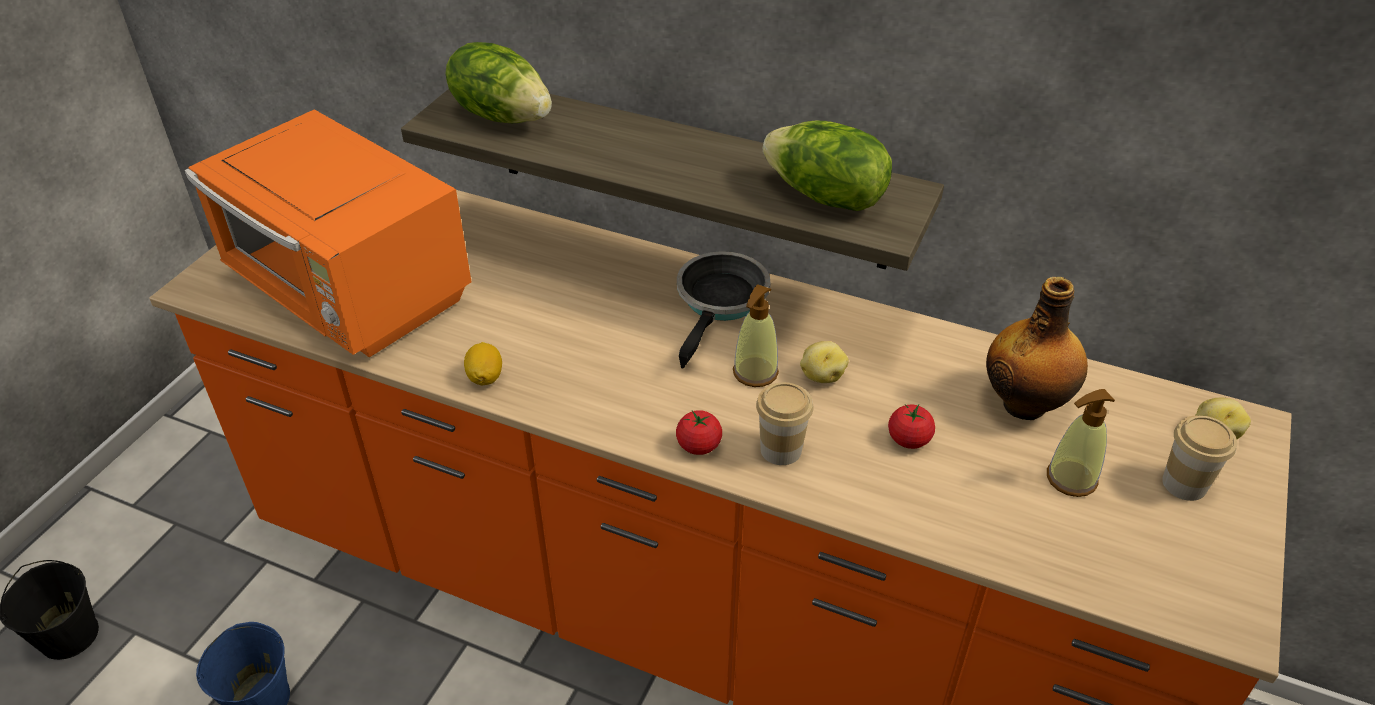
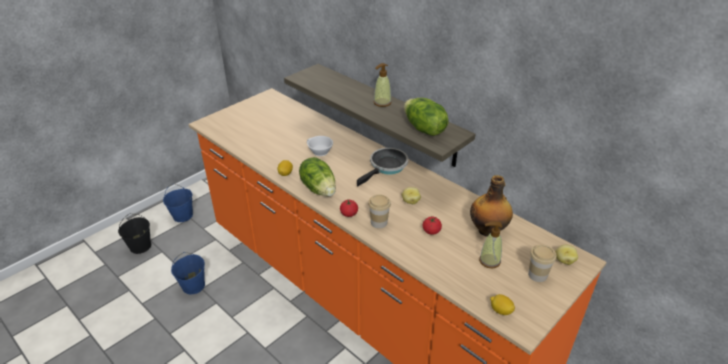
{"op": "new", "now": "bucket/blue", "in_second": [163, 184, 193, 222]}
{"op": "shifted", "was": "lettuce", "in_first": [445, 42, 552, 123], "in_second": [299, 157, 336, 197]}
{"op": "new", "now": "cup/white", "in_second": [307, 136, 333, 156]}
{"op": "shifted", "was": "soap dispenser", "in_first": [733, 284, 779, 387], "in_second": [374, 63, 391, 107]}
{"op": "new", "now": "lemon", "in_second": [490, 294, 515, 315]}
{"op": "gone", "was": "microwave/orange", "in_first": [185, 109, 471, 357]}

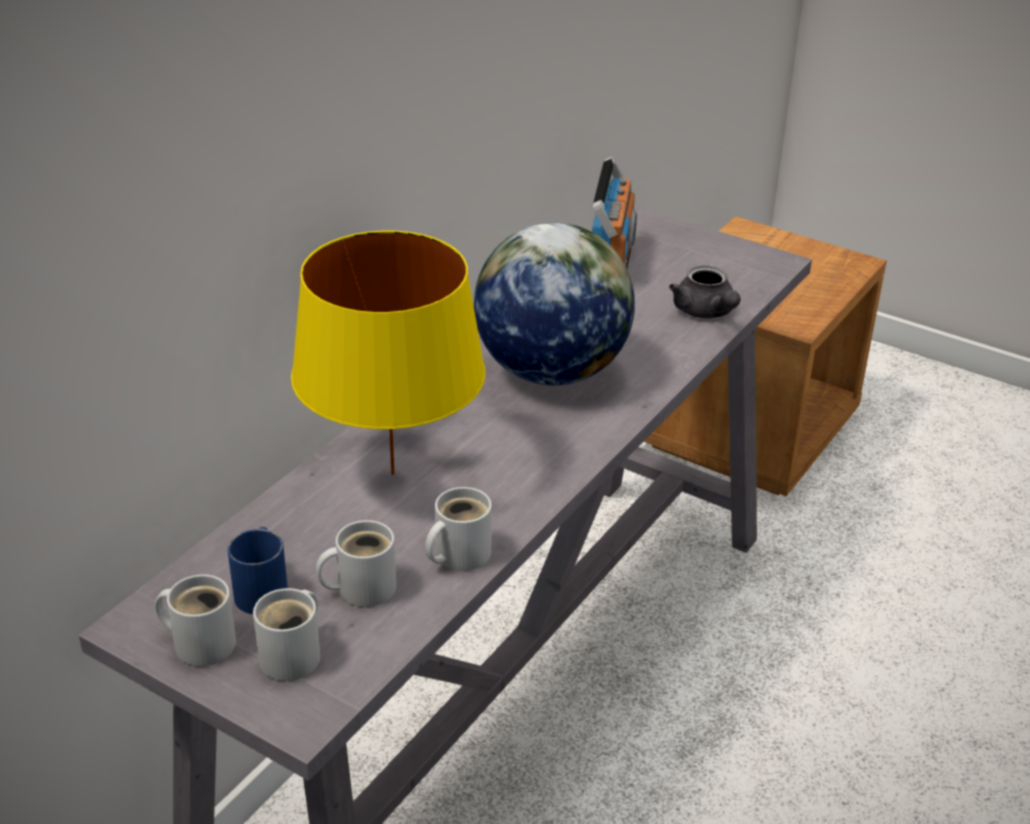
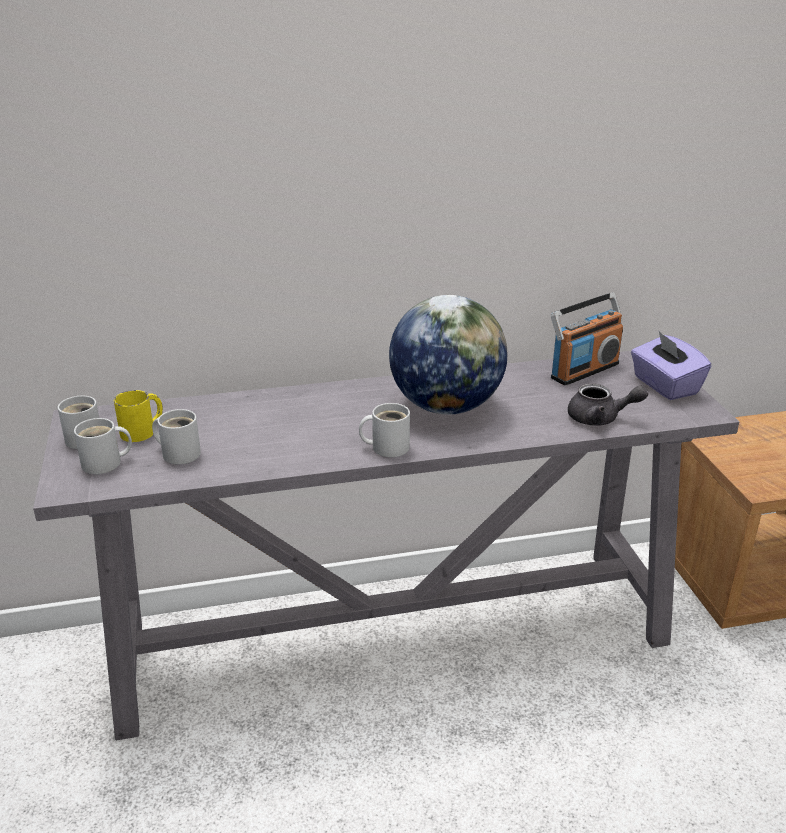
{"op": "repainted", "was": "mug/blue", "now": "mug/yellow", "in_first": [228, 527, 288, 614], "in_second": [114, 390, 163, 442]}
{"op": "shifted", "was": "mug/white", "in_first": [425, 487, 492, 571], "in_second": [359, 403, 410, 457]}
{"op": "rotated", "was": "teapot/grey", "in_first": [669, 265, 741, 318], "in_second": [568, 384, 648, 426], "clockwise": -105}
{"op": "new", "now": "tissue box/purple", "in_second": [631, 331, 711, 400]}
{"op": "gone", "was": "table lamp/yellow", "in_first": [291, 231, 485, 475]}

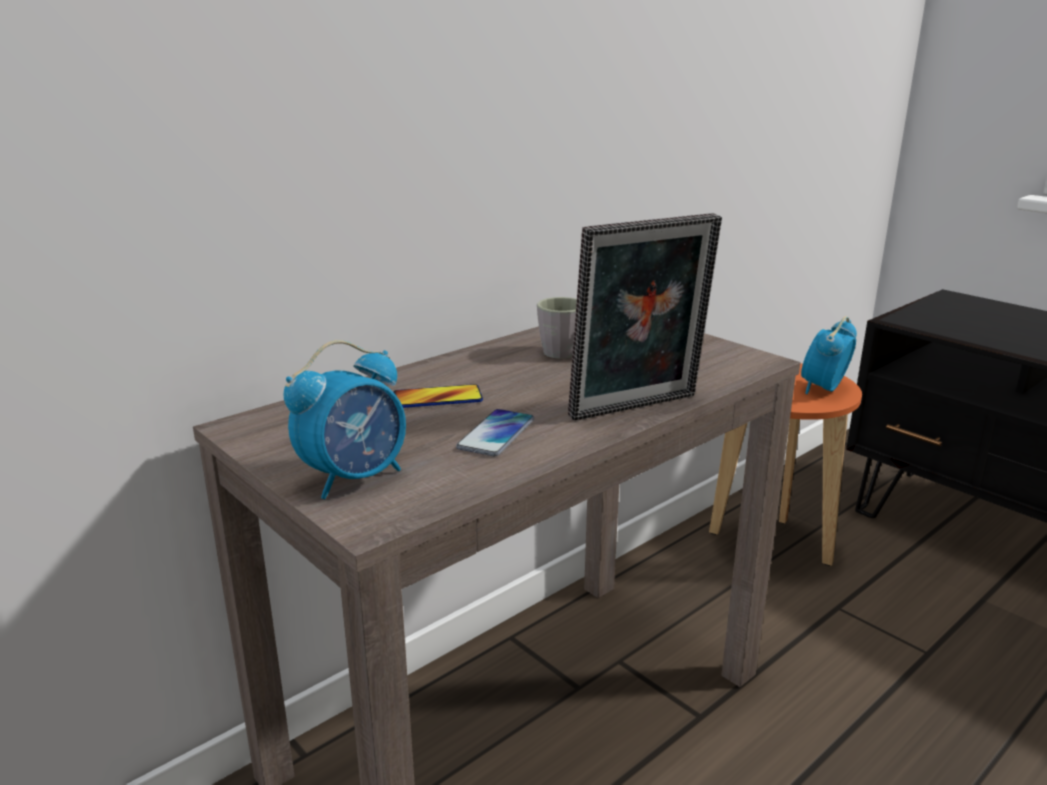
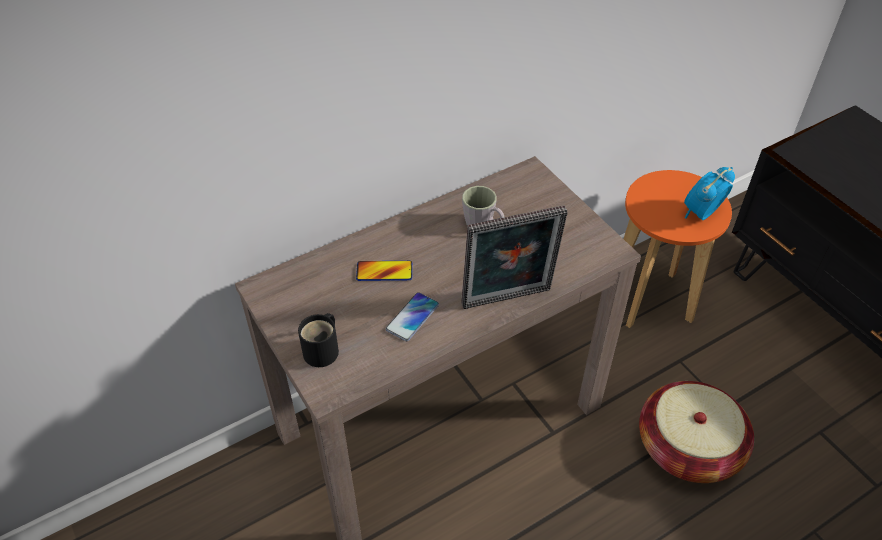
{"op": "swapped", "was": "alarm clock", "now": "mug/black", "in_first": [283, 340, 406, 499], "in_second": [298, 313, 339, 367]}
{"op": "new", "now": "basket", "in_second": [639, 381, 754, 483]}

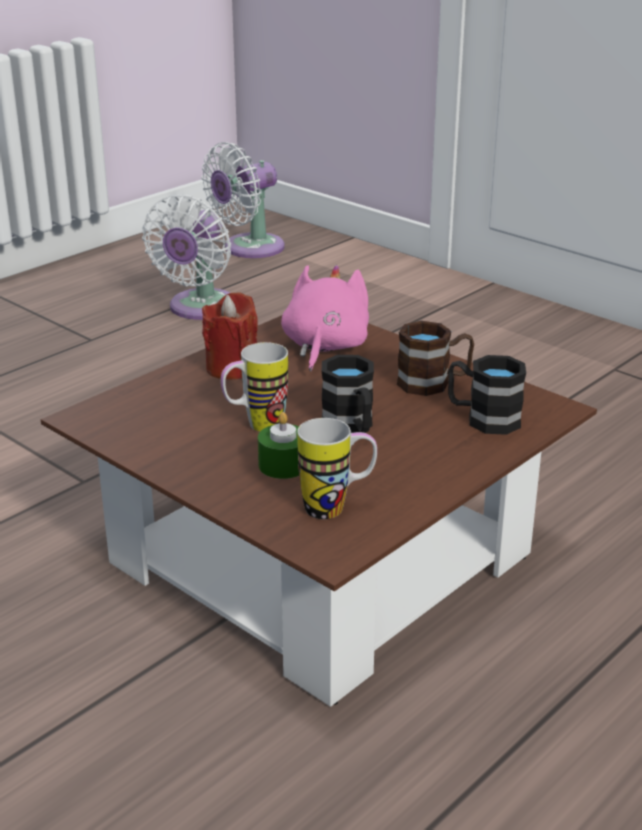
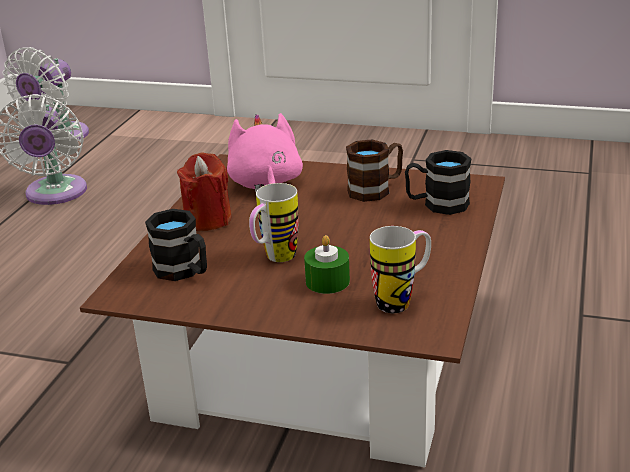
{"op": "shifted", "was": "mug/black", "in_first": [322, 355, 374, 433], "in_second": [145, 209, 207, 281]}

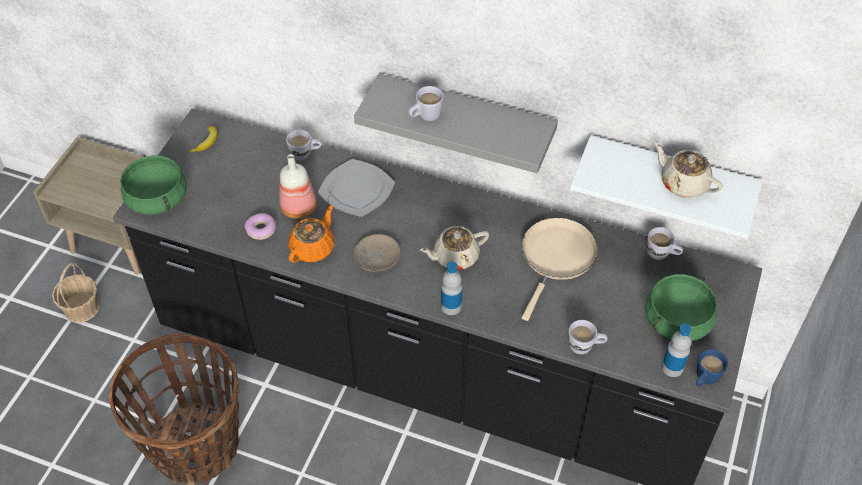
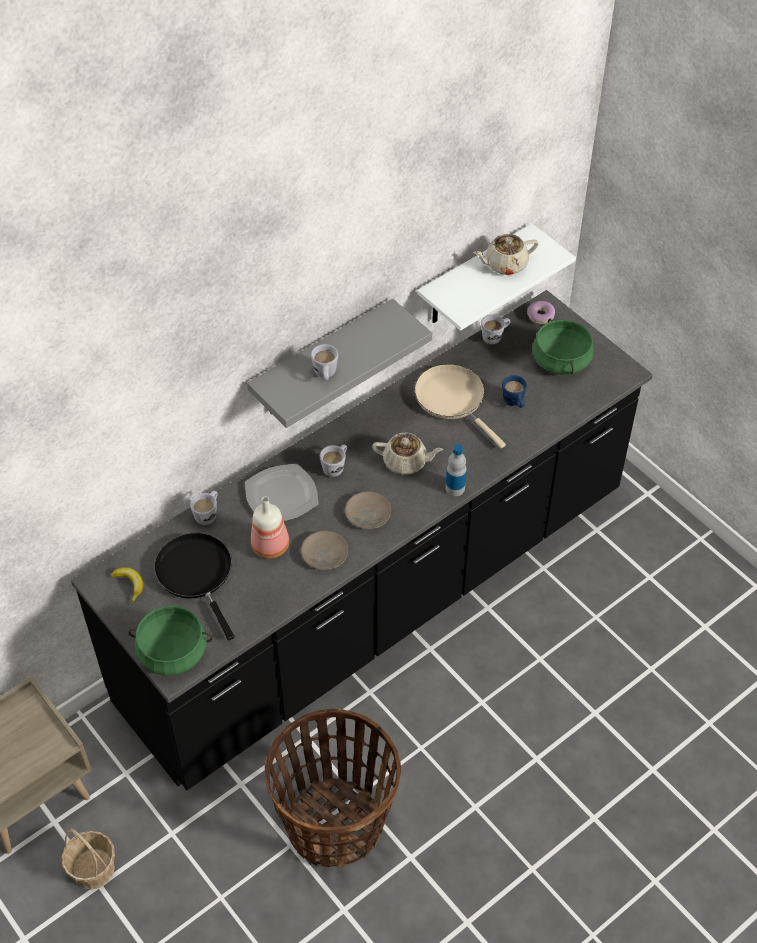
{"op": "new", "now": "frying pan/black", "in_second": [154, 533, 234, 640]}
{"op": "swapped", "was": "teapot/orange", "now": "plate/beige", "in_first": [289, 205, 334, 262], "in_second": [301, 531, 348, 570]}
{"op": "shifted", "was": "mug/white", "in_first": [568, 320, 608, 354], "in_second": [320, 444, 347, 477]}
{"op": "rotated", "was": "teapot/beige", "in_first": [420, 226, 489, 270], "in_second": [372, 433, 443, 475], "clockwise": -90}
{"op": "shifted", "was": "mug/blue", "in_first": [696, 349, 728, 386], "in_second": [502, 375, 527, 408]}
{"op": "shifted", "was": "donut", "in_first": [244, 213, 276, 240], "in_second": [527, 301, 555, 324]}
{"op": "gone", "was": "bottle", "in_first": [662, 324, 692, 377]}

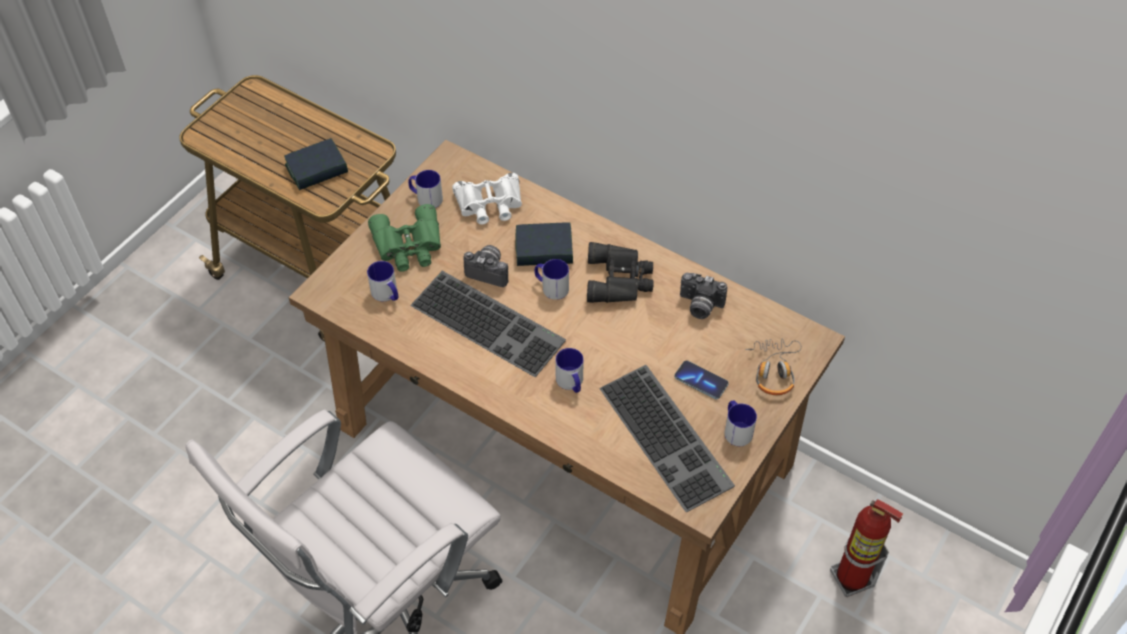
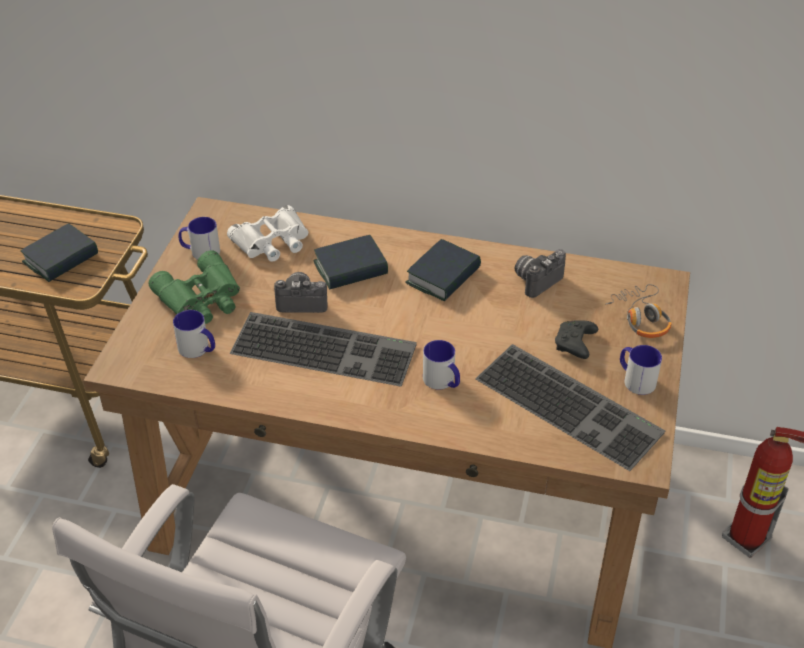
{"op": "swapped", "was": "binoculars/black", "now": "book", "in_first": [587, 242, 654, 303], "in_second": [405, 239, 481, 302]}
{"op": "rotated", "was": "photo camera", "in_first": [680, 273, 727, 319], "in_second": [514, 249, 566, 298], "clockwise": 135}
{"op": "swapped", "was": "phone", "now": "game controller/black", "in_first": [674, 360, 729, 399], "in_second": [555, 320, 598, 359]}
{"op": "gone", "was": "mug", "in_first": [534, 259, 569, 300]}

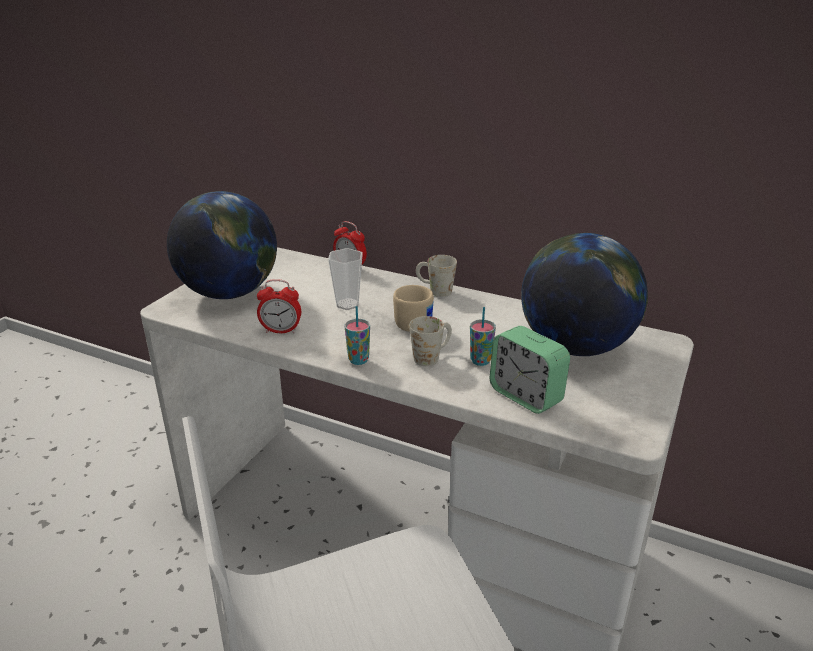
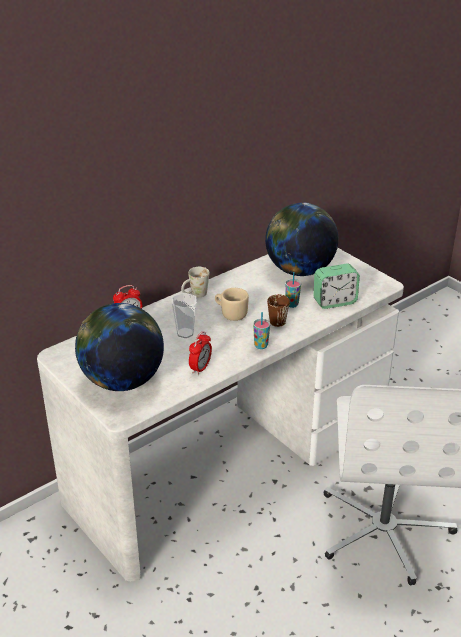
{"op": "repainted", "was": "mug/white", "now": "mug/brown", "in_first": [409, 316, 452, 366], "in_second": [267, 294, 290, 327]}

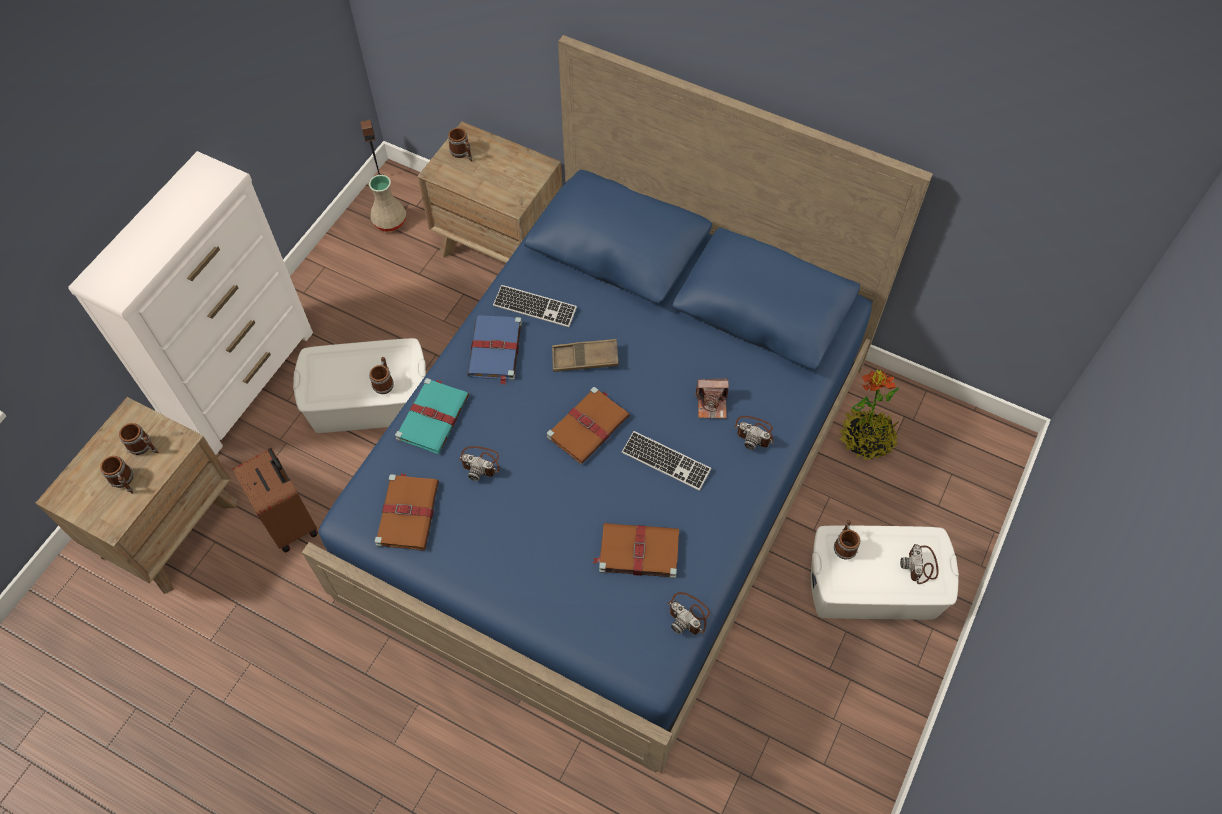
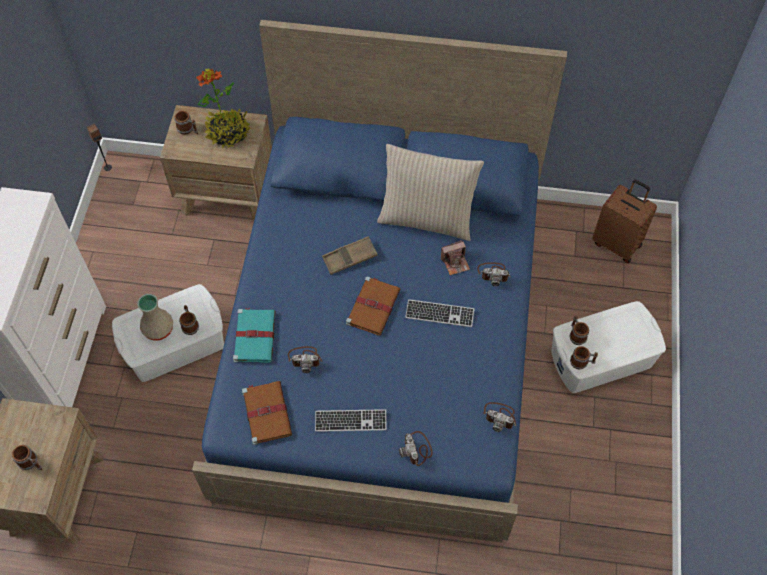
{"op": "shifted", "was": "vase/beige", "in_first": [369, 175, 406, 232], "in_second": [137, 294, 173, 341]}
{"op": "shifted", "was": "potted plant", "in_first": [839, 370, 899, 460], "in_second": [196, 68, 250, 148]}
{"op": "shifted", "was": "keyboard", "in_first": [493, 285, 577, 327], "in_second": [315, 409, 387, 432]}
{"op": "new", "now": "pillow/beige", "in_second": [377, 144, 484, 241]}
{"op": "shifted", "was": "photo camera", "in_first": [900, 544, 939, 584], "in_second": [399, 431, 433, 466]}
{"op": "shifted", "was": "mug", "in_first": [119, 423, 159, 455], "in_second": [570, 346, 598, 370]}
{"op": "shifted", "was": "suitcase/brown", "in_first": [232, 448, 318, 553], "in_second": [592, 180, 657, 263]}
{"op": "gone", "was": "book/blue", "in_first": [467, 315, 522, 385]}
{"op": "gone", "was": "book/brown", "in_first": [593, 523, 679, 578]}

